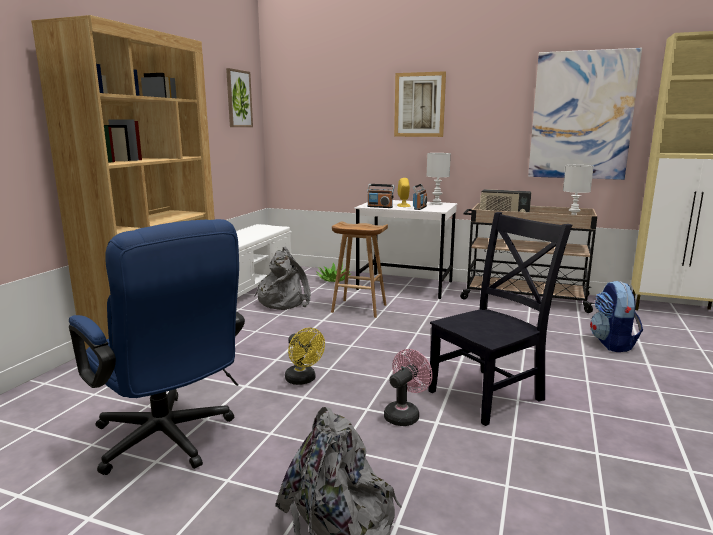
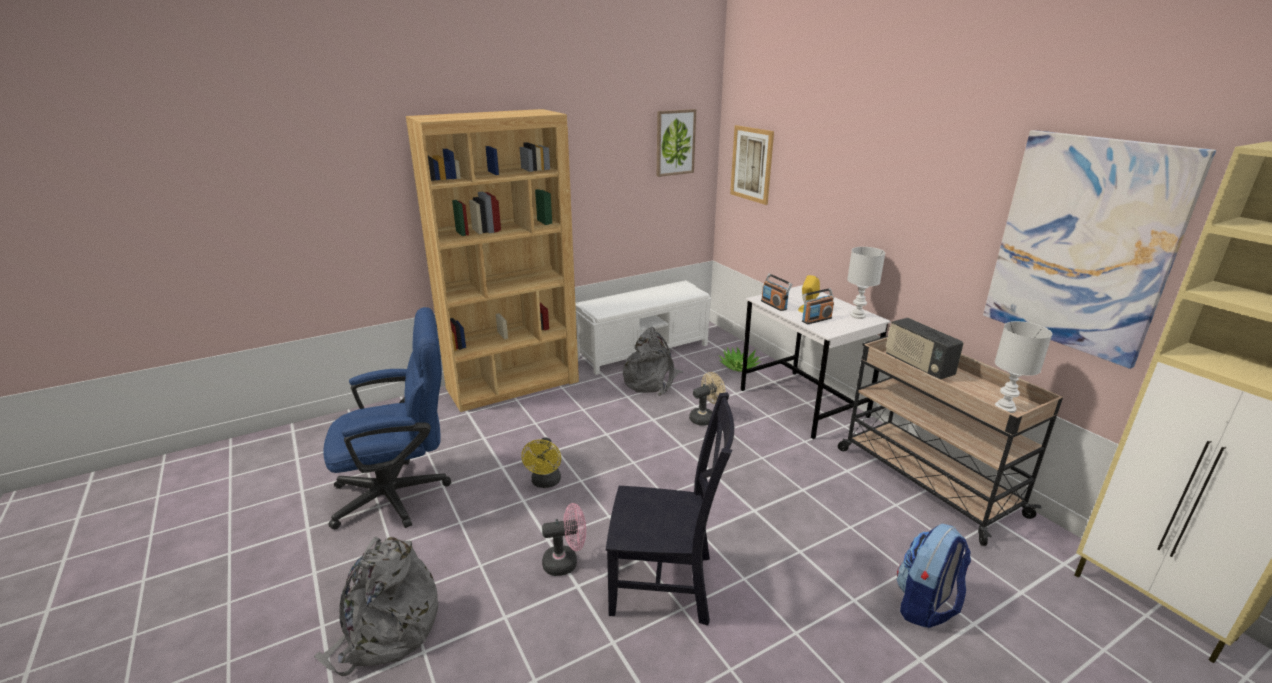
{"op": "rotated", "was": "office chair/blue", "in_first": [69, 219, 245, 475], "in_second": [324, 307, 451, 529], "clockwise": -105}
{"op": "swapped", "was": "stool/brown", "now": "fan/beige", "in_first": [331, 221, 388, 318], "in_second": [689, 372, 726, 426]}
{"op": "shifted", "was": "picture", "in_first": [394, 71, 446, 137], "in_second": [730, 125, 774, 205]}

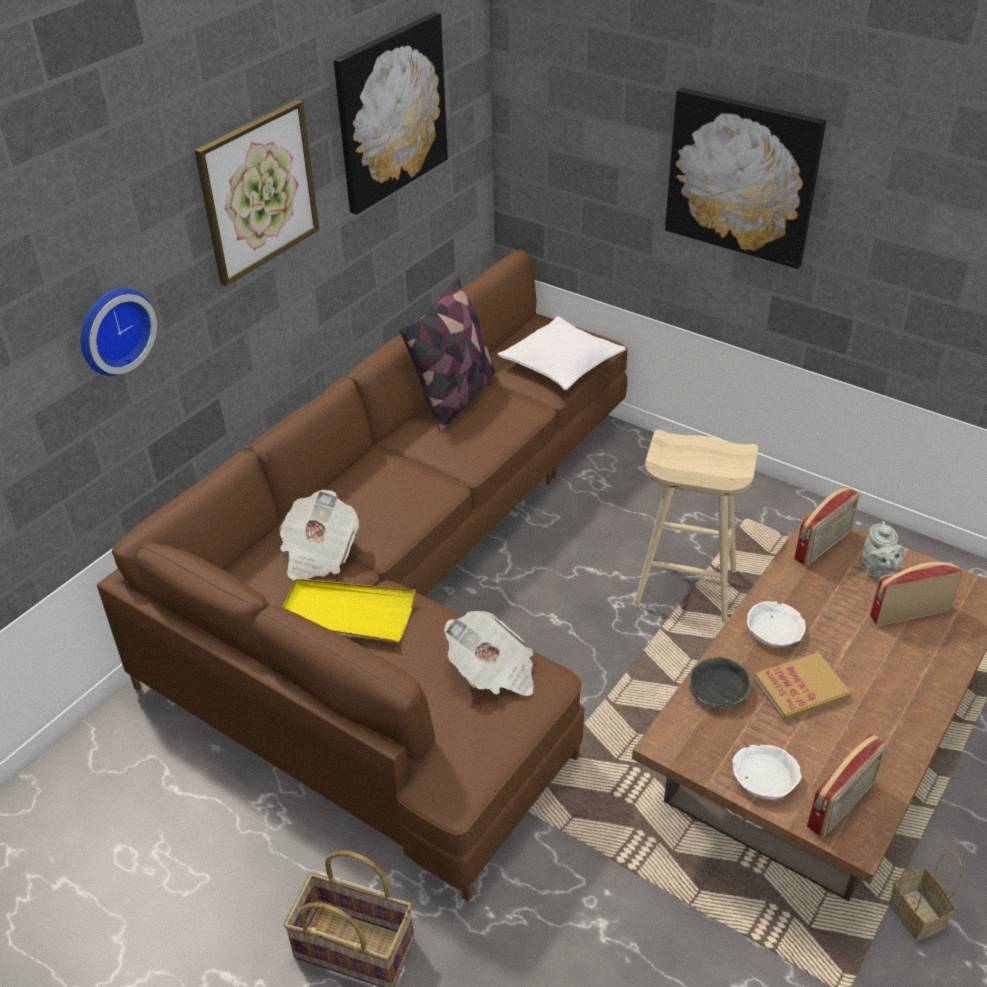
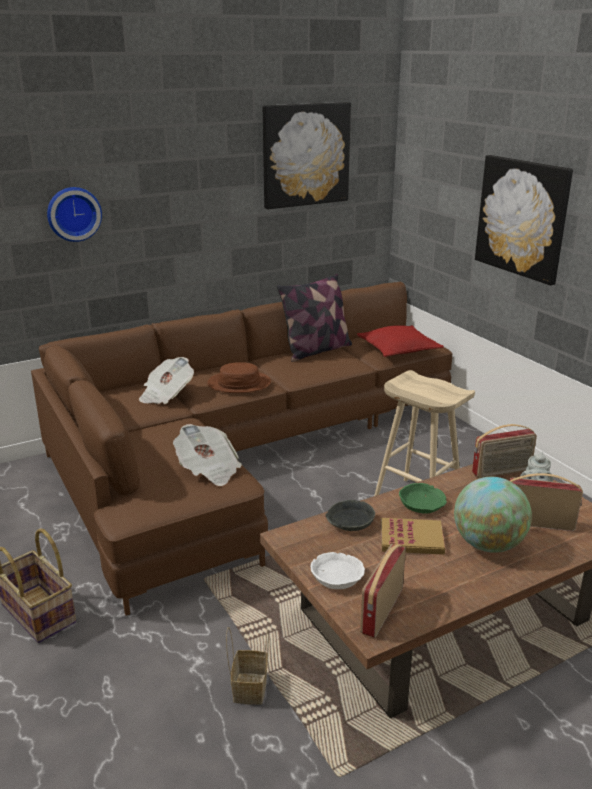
{"op": "new", "now": "hat/brown", "in_second": [207, 362, 271, 393]}
{"op": "shifted", "was": "basket", "in_first": [889, 851, 962, 940], "in_second": [226, 627, 269, 705]}
{"op": "repainted", "was": "pillow/white", "now": "pillow/red", "in_first": [497, 316, 626, 390], "in_second": [357, 325, 444, 357]}
{"op": "rotated", "was": "radio", "in_first": [807, 734, 886, 837], "in_second": [360, 544, 406, 638], "clockwise": 135}
{"op": "repainted", "was": "bowl/white", "now": "bowl/green", "in_first": [747, 601, 806, 647], "in_second": [399, 483, 447, 514]}
{"op": "new", "now": "globe", "in_second": [454, 477, 532, 553]}
{"op": "gone", "was": "picture", "in_first": [194, 100, 319, 286]}
{"op": "gone", "was": "tray/yellow", "in_first": [282, 578, 415, 642]}

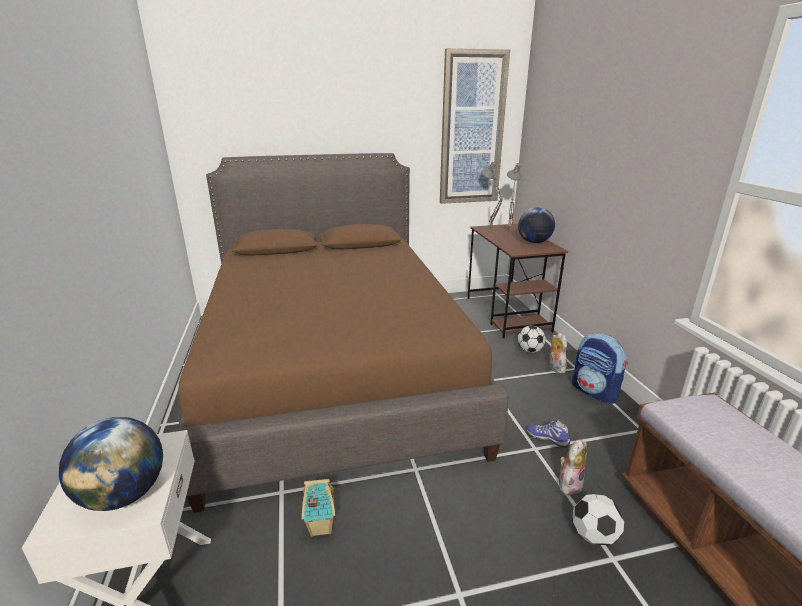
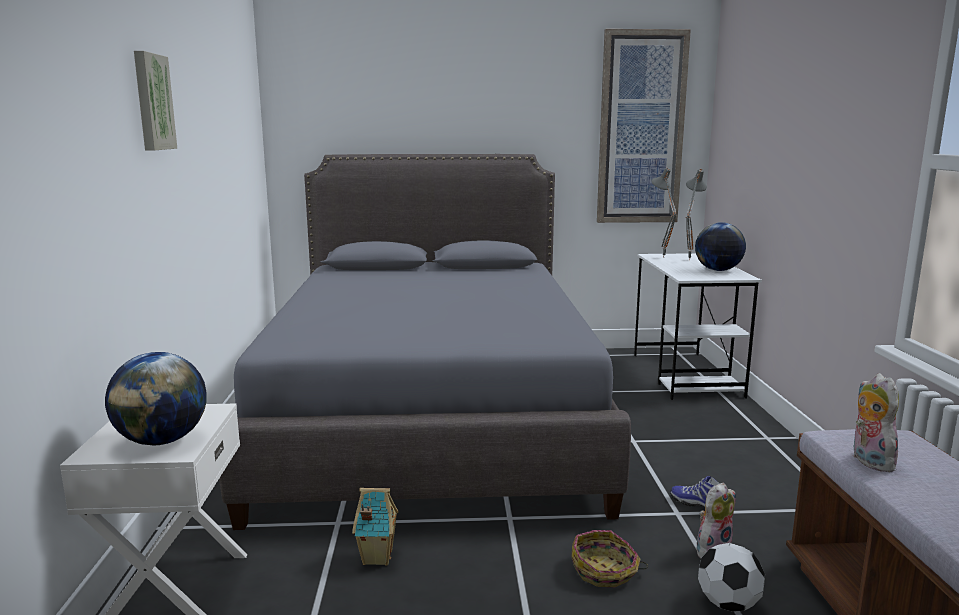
{"op": "new", "now": "picture", "in_second": [134, 51, 177, 151]}
{"op": "repainted", "was": "bed/brown", "now": "bed/grey", "in_first": [172, 153, 508, 513], "in_second": [219, 154, 631, 530]}
{"op": "new", "now": "basket", "in_second": [572, 530, 648, 587]}
{"op": "repainted", "was": "desk/brown", "now": "desk/white", "in_first": [468, 224, 568, 339], "in_second": [634, 253, 762, 400]}
{"op": "shifted", "was": "plush toy", "in_first": [549, 333, 568, 373], "in_second": [854, 373, 899, 472]}
{"op": "gone", "was": "football", "in_first": [517, 326, 546, 353]}
{"op": "gone", "was": "backpack", "in_first": [572, 333, 628, 404]}

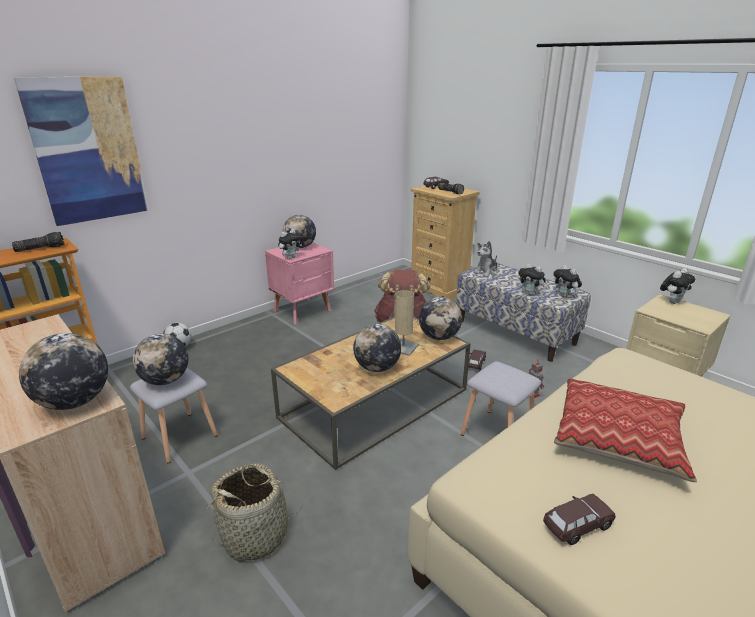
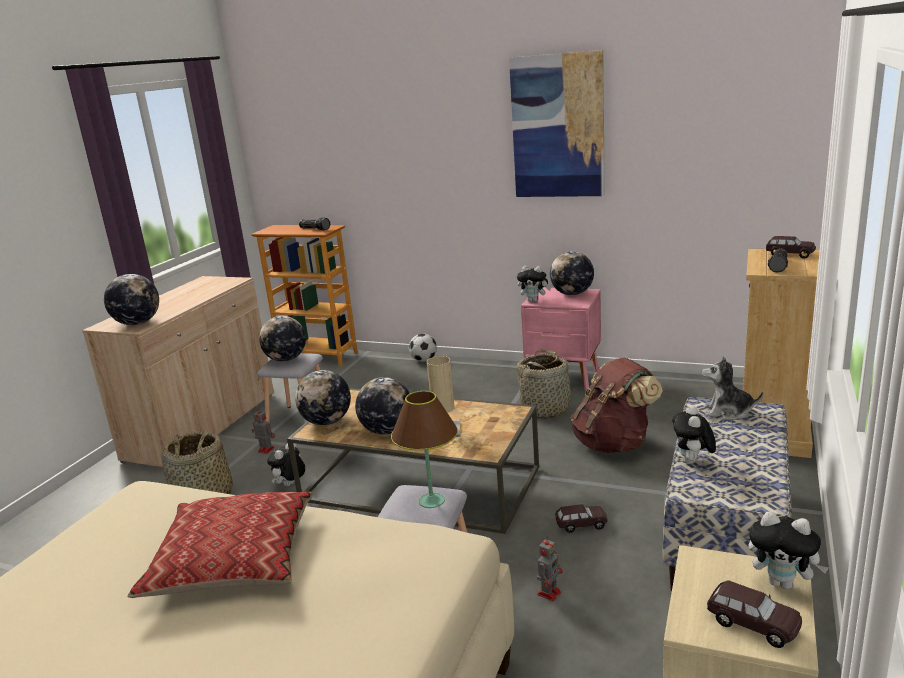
{"op": "new", "now": "toy robot", "in_second": [252, 408, 275, 454]}
{"op": "shifted", "was": "plush toy", "in_first": [553, 265, 582, 298], "in_second": [267, 443, 305, 486]}
{"op": "shifted", "was": "globe", "in_first": [419, 297, 462, 340], "in_second": [295, 370, 351, 425]}
{"op": "new", "now": "table lamp/brown", "in_second": [391, 391, 458, 508]}
{"op": "shifted", "was": "picture", "in_first": [14, 76, 149, 226], "in_second": [509, 50, 605, 197]}
{"op": "new", "now": "basket", "in_second": [516, 349, 579, 419]}
{"op": "shifted", "was": "toy car/brown", "in_first": [543, 494, 616, 545], "in_second": [707, 581, 802, 648]}

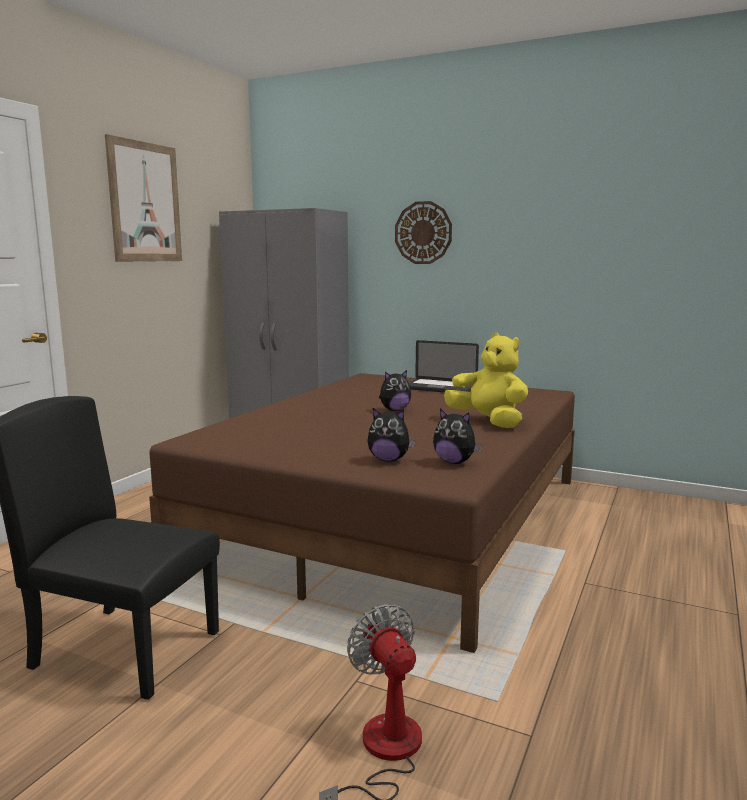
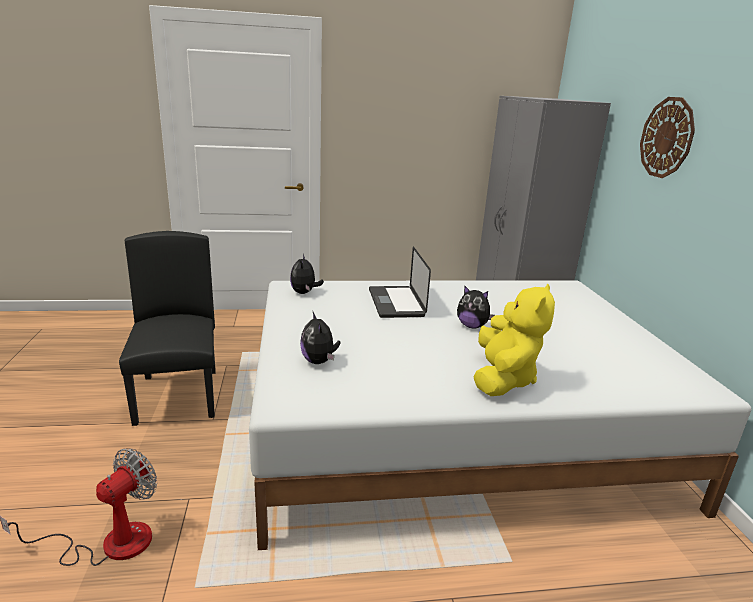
{"op": "repainted", "was": "bed/brown", "now": "bed/white", "in_first": [149, 373, 575, 653], "in_second": [249, 280, 751, 550]}
{"op": "shifted", "was": "plush toy", "in_first": [433, 408, 483, 464], "in_second": [290, 254, 324, 294]}
{"op": "shifted", "was": "laptop", "in_first": [408, 340, 479, 393], "in_second": [369, 246, 431, 318]}
{"op": "gone", "was": "picture", "in_first": [105, 134, 182, 262]}

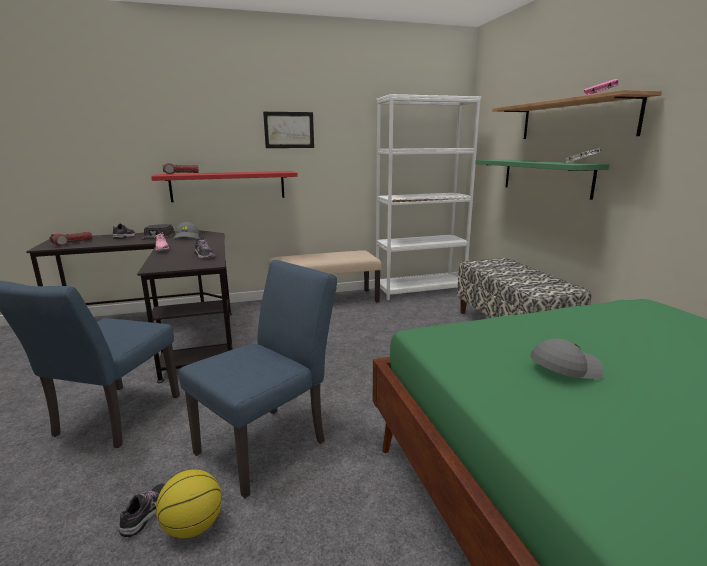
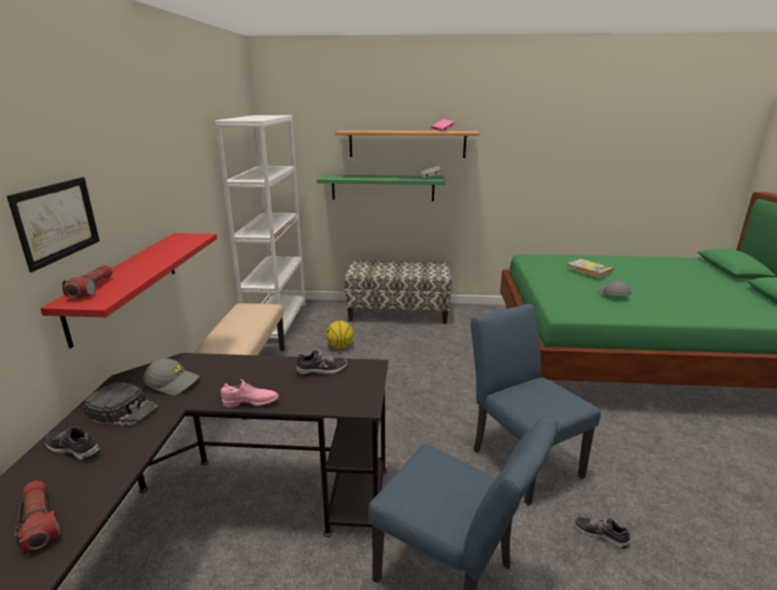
{"op": "shifted", "was": "picture", "in_first": [263, 112, 314, 148], "in_second": [7, 177, 100, 272]}
{"op": "shifted", "was": "basketball", "in_first": [156, 469, 222, 538], "in_second": [326, 321, 354, 349]}
{"op": "new", "now": "book", "in_second": [567, 259, 613, 278]}

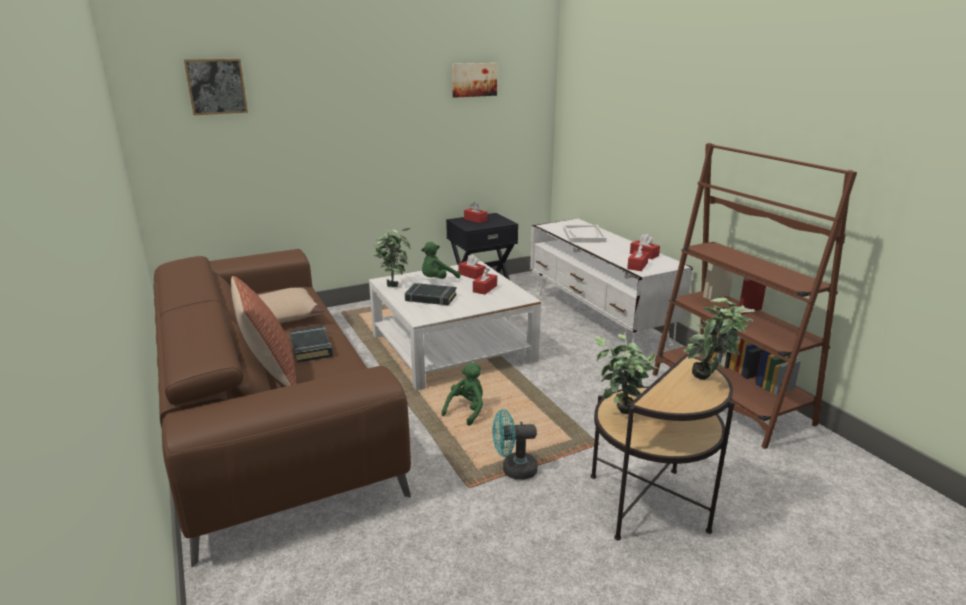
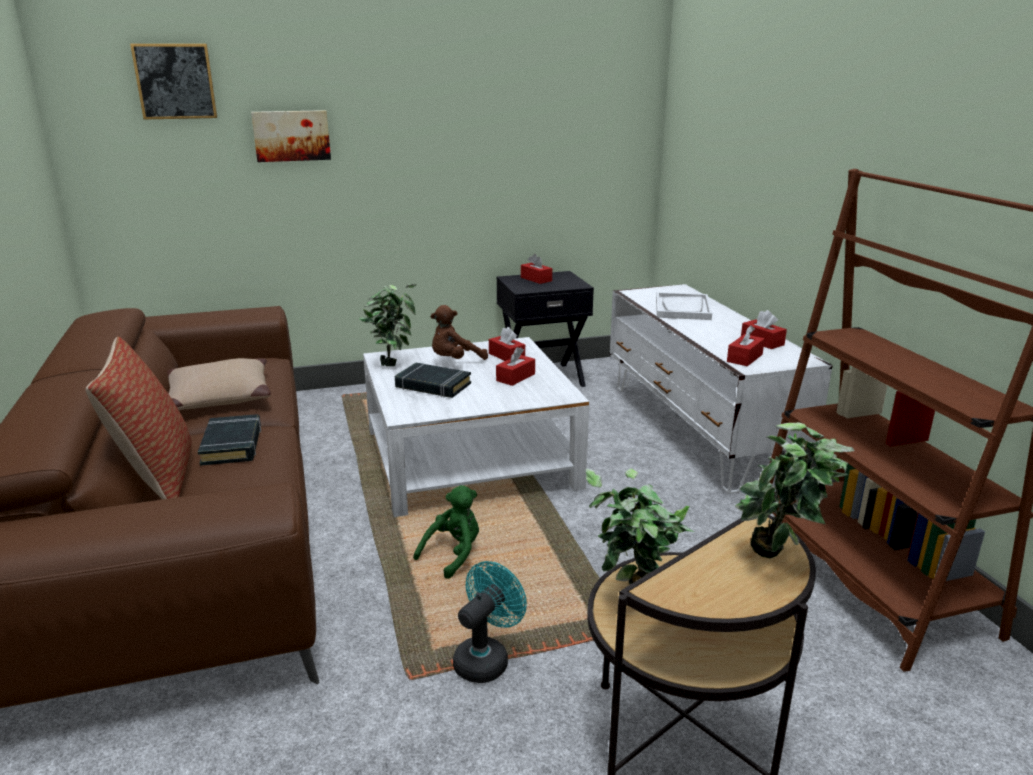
{"op": "shifted", "was": "picture", "in_first": [452, 63, 497, 98], "in_second": [251, 110, 331, 162]}
{"op": "repainted", "was": "plush toy/green", "now": "plush toy/brown", "in_first": [421, 242, 460, 279], "in_second": [430, 305, 488, 360]}
{"op": "rotated", "was": "fan/turquoise", "in_first": [492, 409, 538, 480], "in_second": [453, 561, 527, 683], "clockwise": 120}

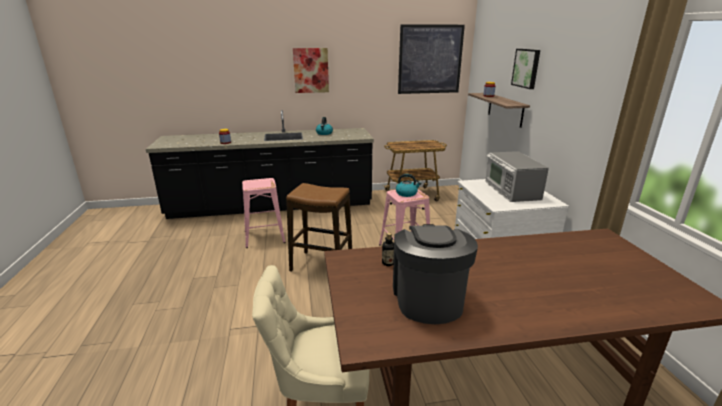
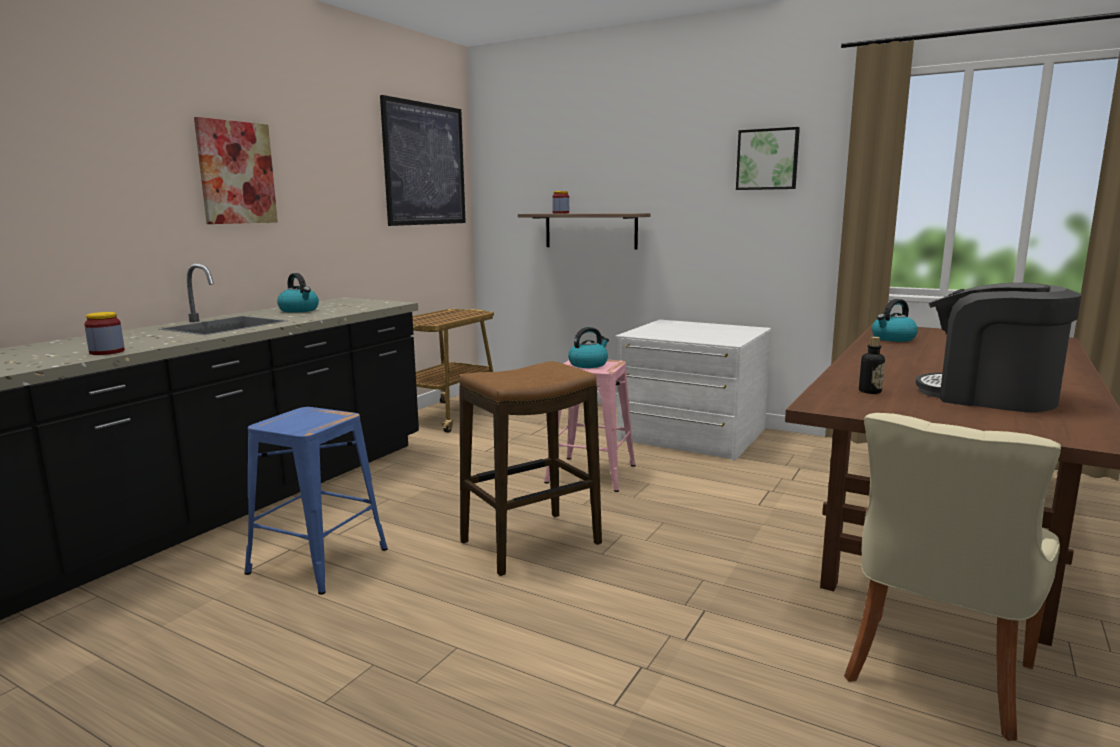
{"op": "repainted", "was": "stool/pink", "now": "stool/blue", "in_first": [242, 178, 286, 248], "in_second": [244, 407, 388, 595]}
{"op": "shifted", "was": "picture", "in_first": [511, 49, 540, 89], "in_second": [736, 127, 800, 190]}
{"op": "new", "now": "kettle", "in_second": [872, 299, 918, 342]}
{"op": "gone", "was": "microwave", "in_first": [485, 151, 549, 202]}

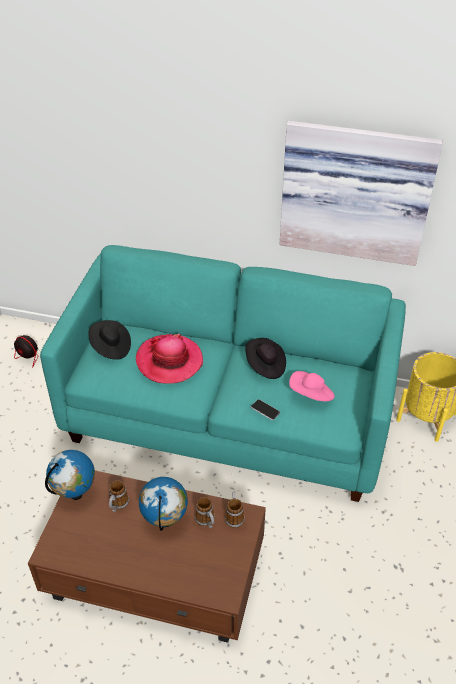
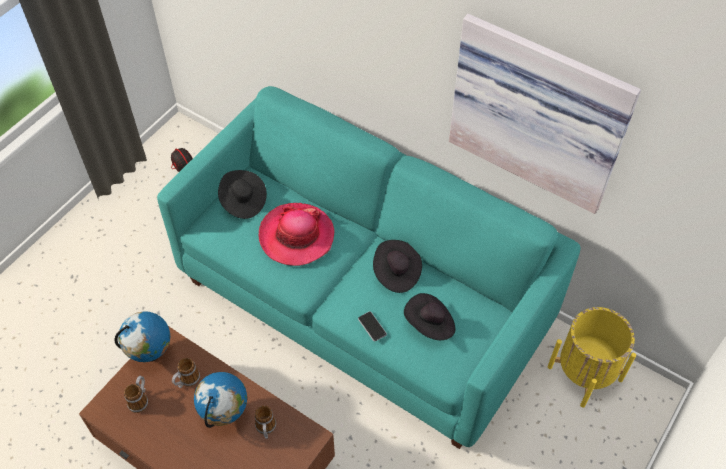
{"op": "shifted", "was": "mug", "in_first": [225, 491, 245, 528], "in_second": [124, 376, 148, 413]}
{"op": "repainted", "was": "hat/pink", "now": "hat/black", "in_first": [289, 371, 335, 401], "in_second": [404, 293, 456, 340]}

